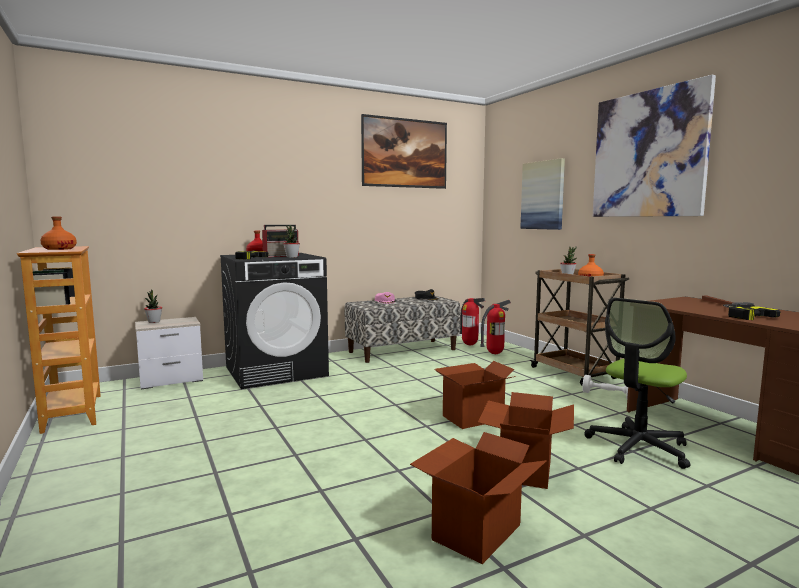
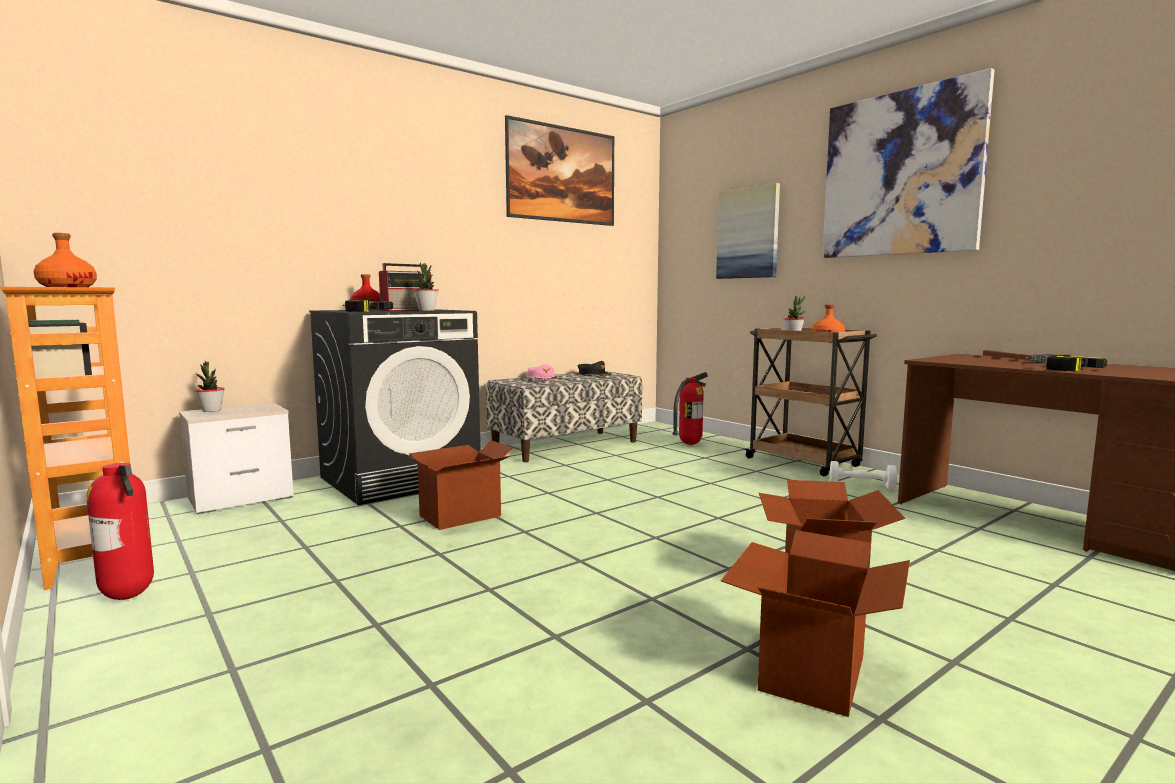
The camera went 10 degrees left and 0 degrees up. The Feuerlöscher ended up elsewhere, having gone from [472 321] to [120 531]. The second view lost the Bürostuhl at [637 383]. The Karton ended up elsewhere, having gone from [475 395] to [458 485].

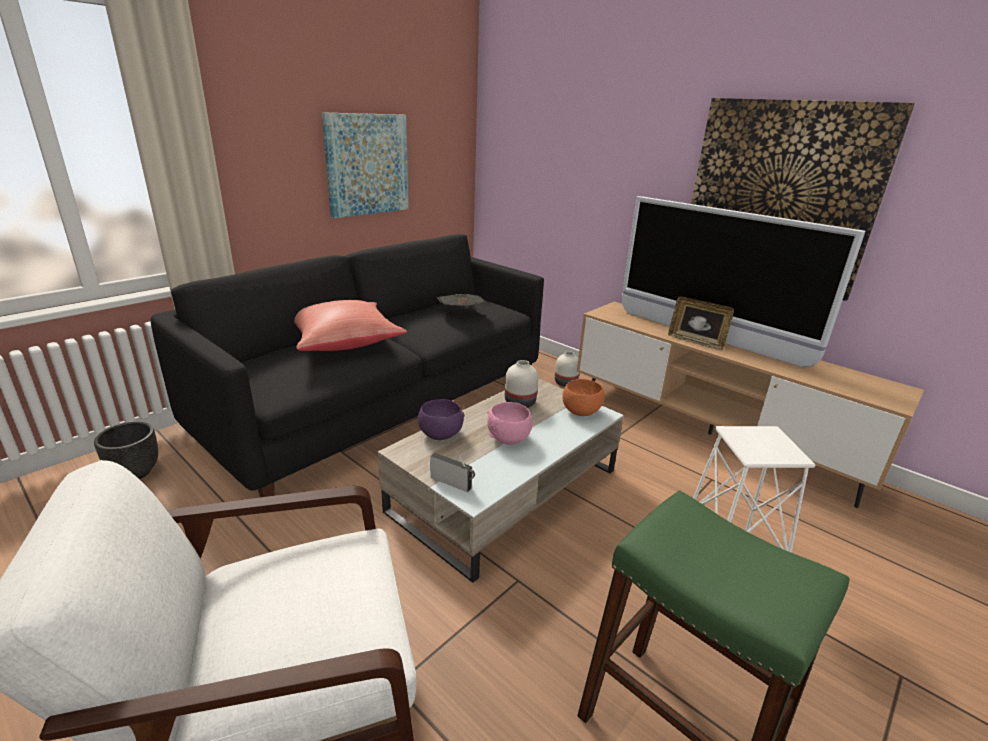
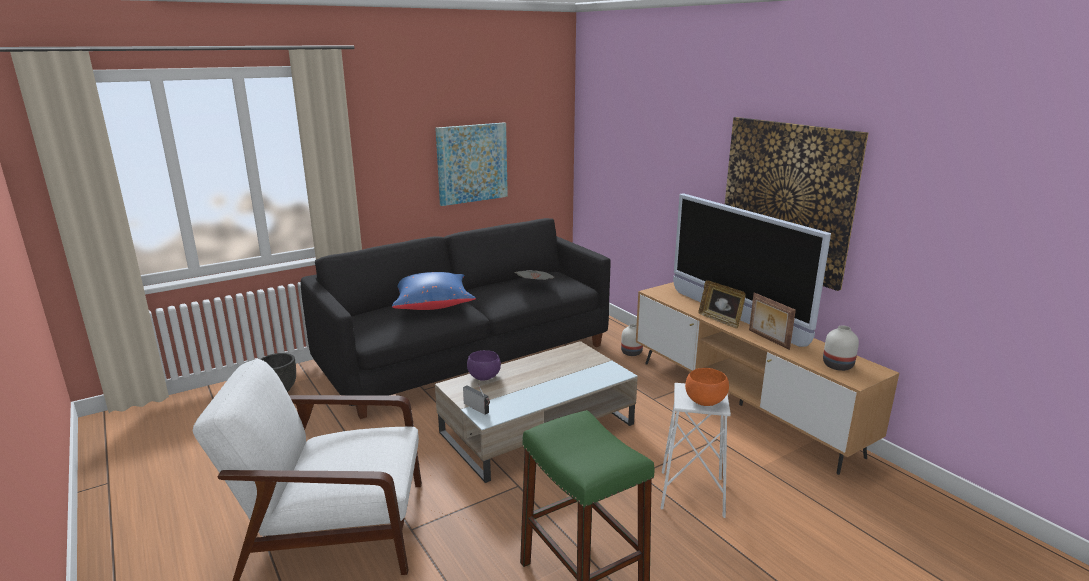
The camera went 15 degrees right and 5 degrees down. What was the Kissen/rot at [350 325] turned into the Kissen/blau at [434 291]. The Vase/weiß ended up elsewhere, having gone from [521 384] to [841 348]. The Schüssel/orange ended up elsewhere, having gone from [583 397] to [707 387]. The second view lost the Schüssel/rosa at [509 423]. The second view gained the Bilderrahmen at [772 321].

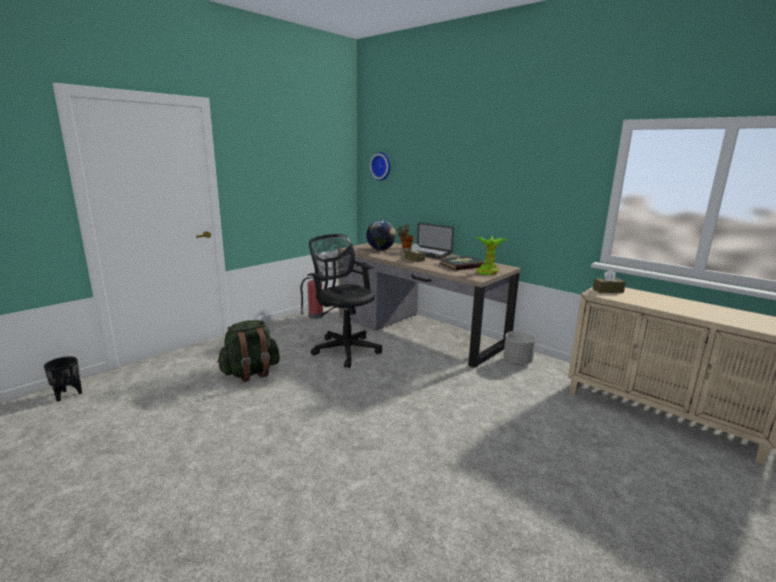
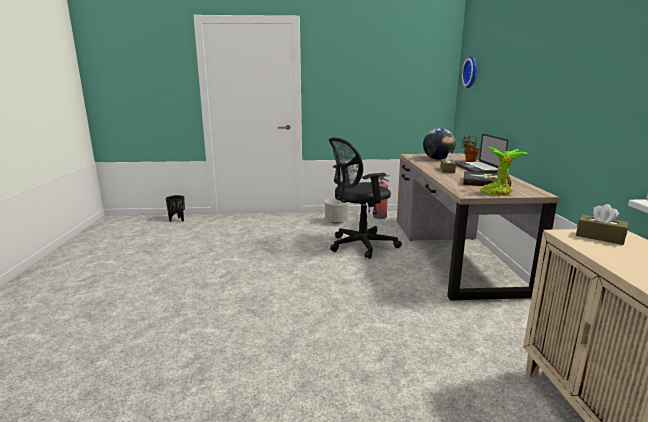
The camera went 45 degrees right and 0 degrees up. The Bürostuhl/schwarz at [344 301] ended up facing another way, 120 degrees counterclockwise from before. The second view lost the Rucksack/grün at [248 351]. The Pflanzkübel/grau ended up elsewhere, having gone from [519 348] to [336 211].

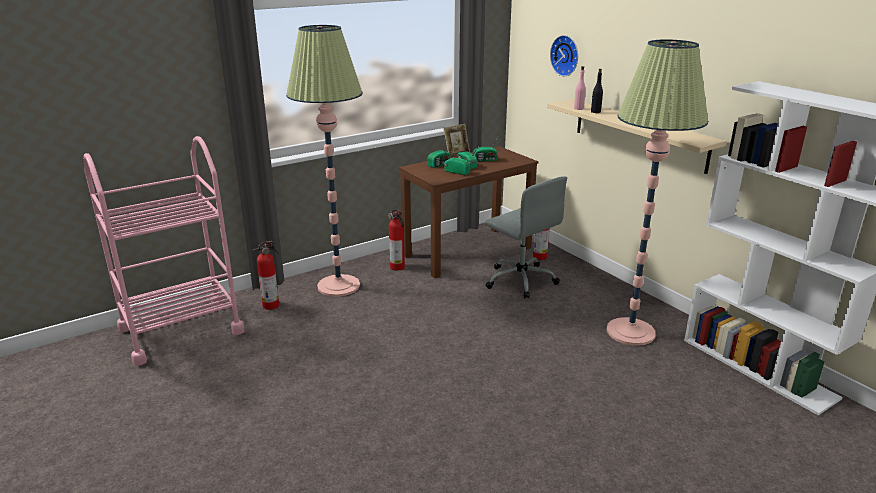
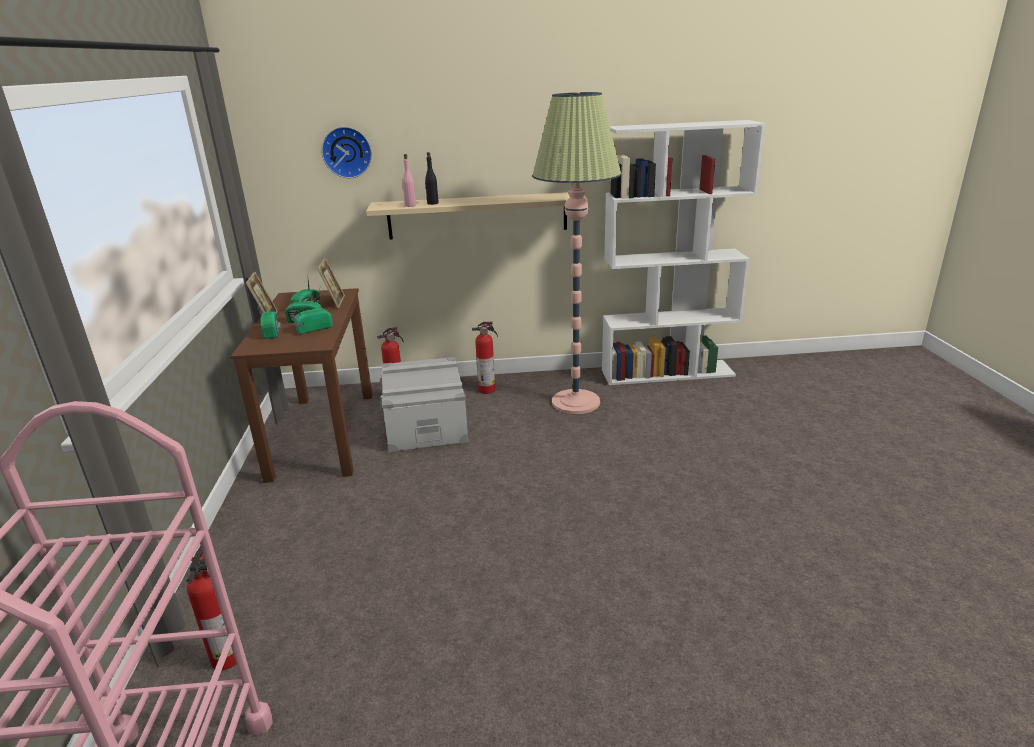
The camera went 60 degrees left and 0 degrees up. The second view lost the Stehlampe at [324 161]. Where the Bürostuhl/grau stood at [525 237], the Aufbewahrungsbox/grau came to stand at [424 404]. The Feuerlöscher ended up elsewhere, having gone from [396 240] to [485 358]. The second view gained the Bilderrahmen at [331 283].

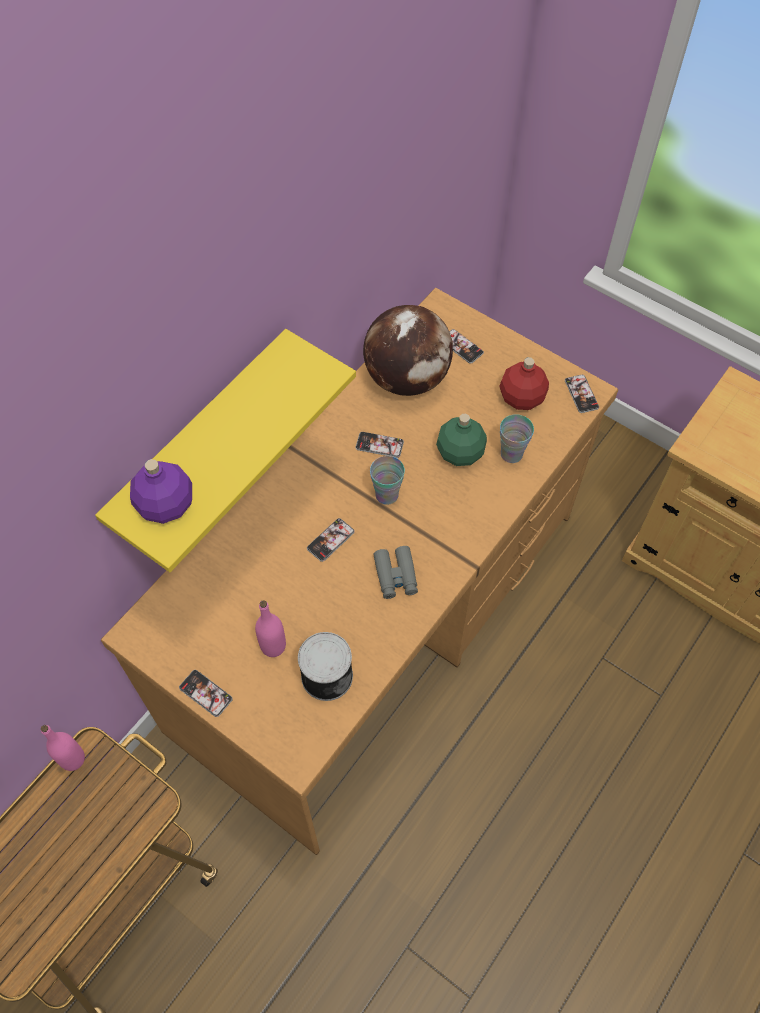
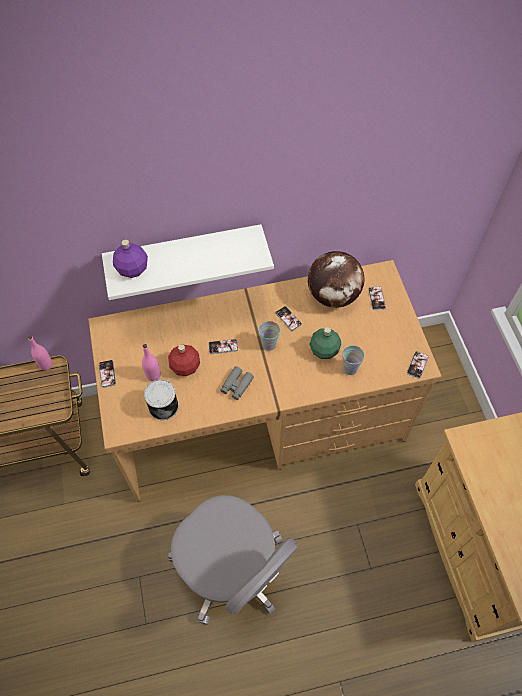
The camera went 40 degrees right and 0 degrees up. What was the Wandregal/gelb at [225 450] turned into the Wandregal/weiß at [188 262]. The Flasche/rot ended up elsewhere, having gone from [524 383] to [184 360]. The second view gained the Bürostuhl/grau at [233 560].

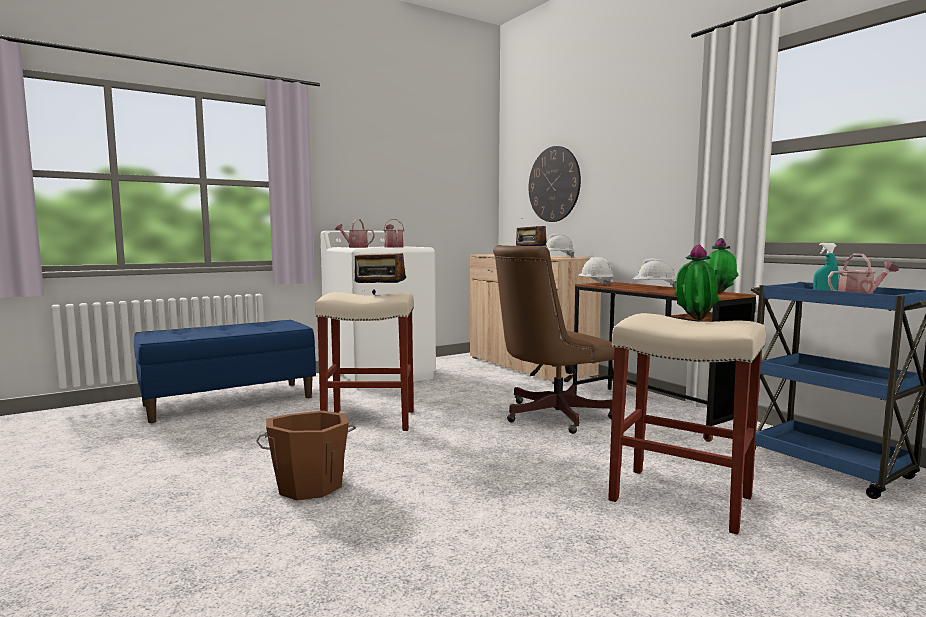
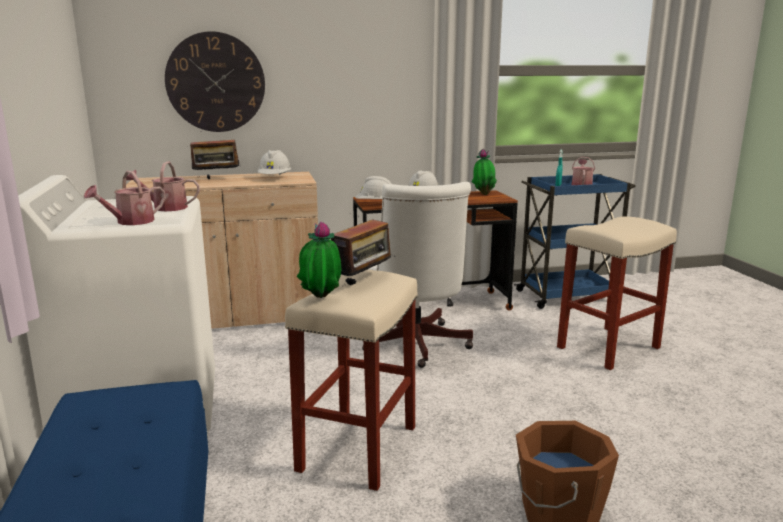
The camera went 70 degrees left and 10 degrees up. The Topfpflanze ended up elsewhere, having gone from [696 282] to [319 260]. What was the Bürostuhl/braun at [554 339] turned into the Bürostuhl/weiß at [417 275].

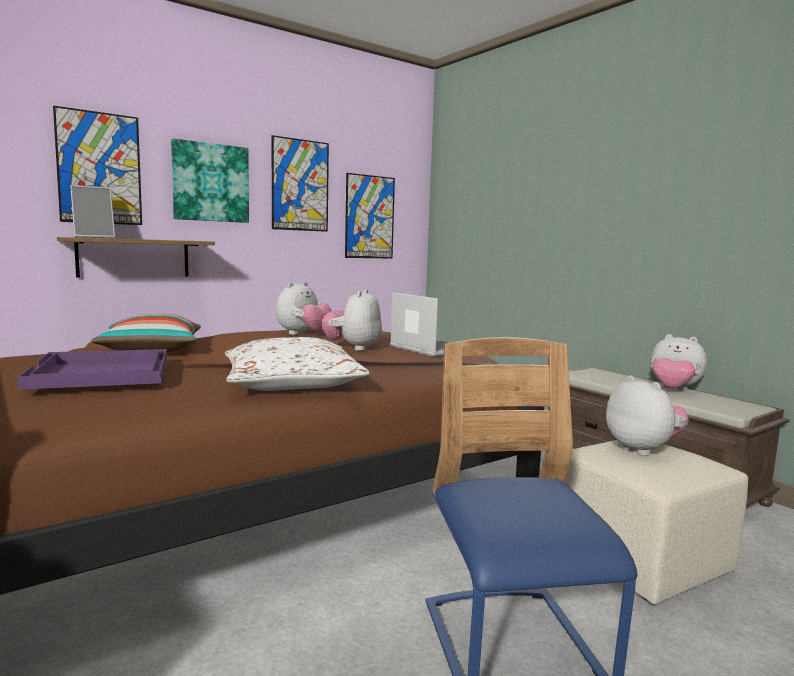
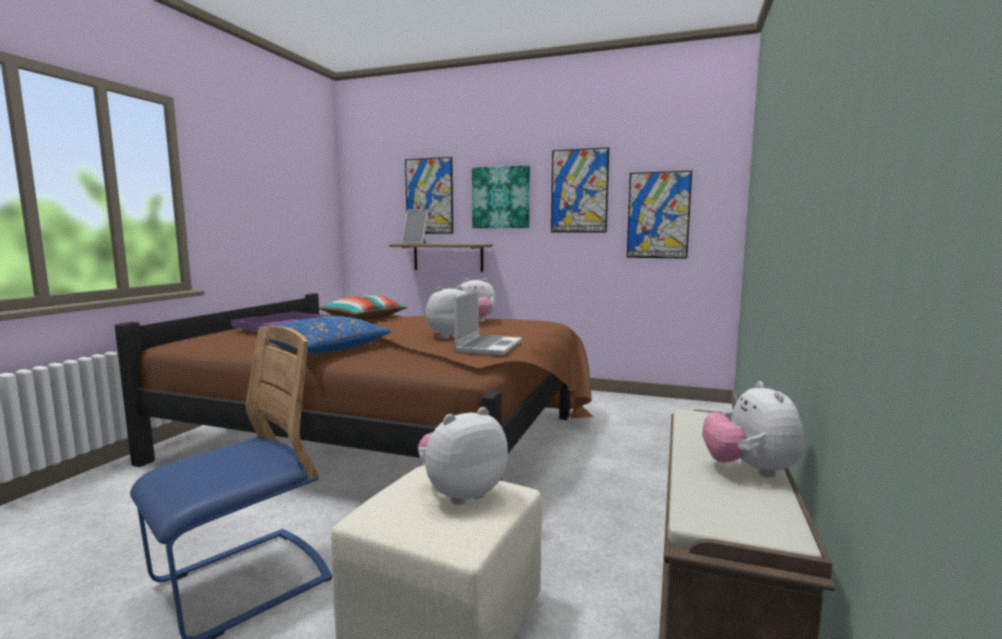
The camera went 55 degrees right and 0 degrees up. What was the Kissen/weiß at [297 363] turned into the Kissen/blau at [323 335]. The Plüschtier at [647 415] ended up facing another way, 150 degrees counterclockwise from before.

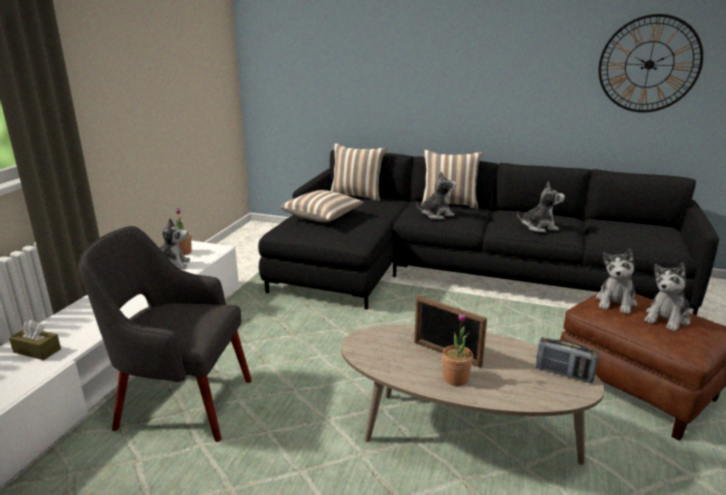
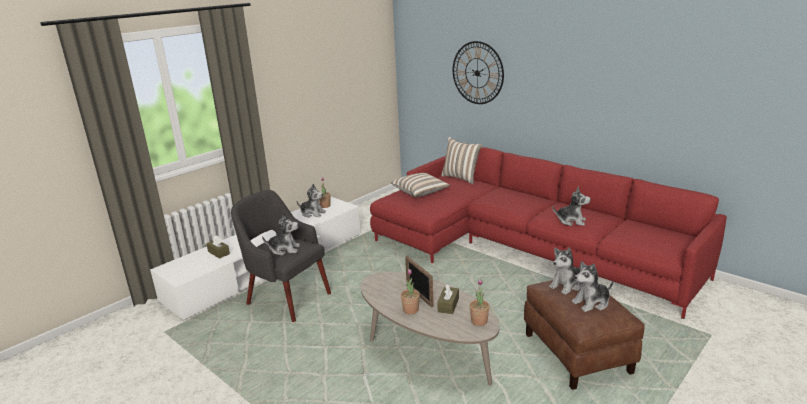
The camera went 25 degrees right and 0 degrees up. The Wanduhr ended up elsewhere, having gone from [651 63] to [478 72]. What was the Sofa/schwarz at [488 233] turned into the Sofa/rot at [548 233]. The second view lost the Kissen at [452 179]. The Plüschtier ended up elsewhere, having gone from [436 195] to [281 234]. Where the Radio stood at [567 360], the Topfpflanze came to stand at [480 302]. The second view gained the Taschentuchbox/braun at [448 299].

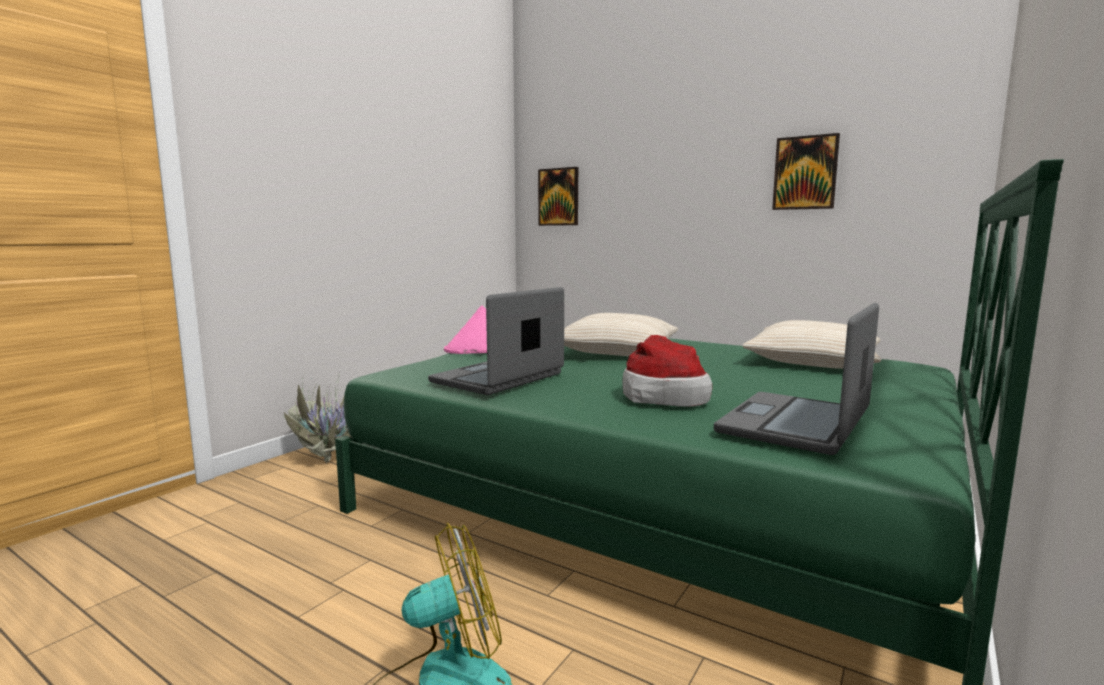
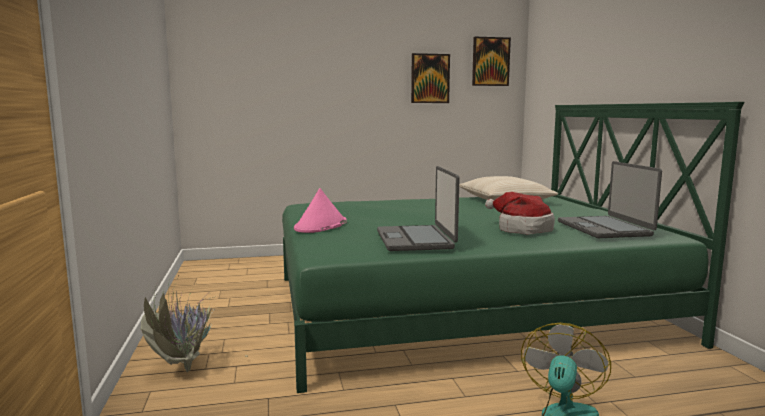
The camera went 45 degrees left and 0 degrees up. The Bild ended up elsewhere, having gone from [558 196] to [491 61]. The second view lost the Kissen/beige at [621 334].

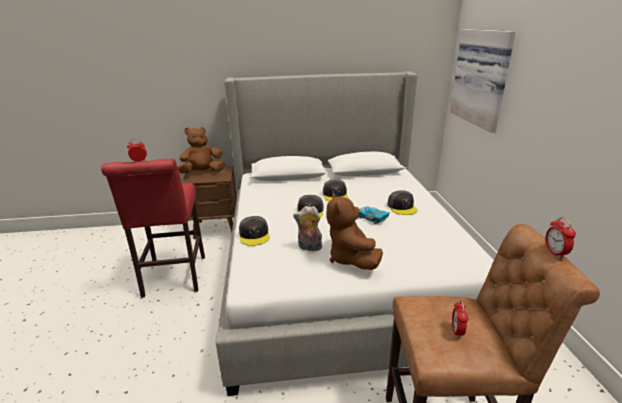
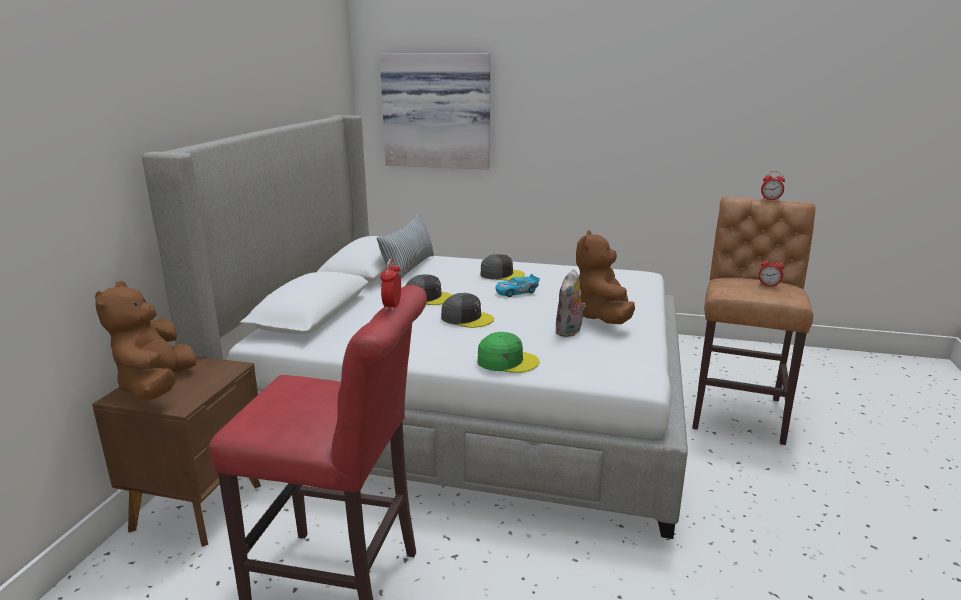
The camera went 70 degrees left and 5 degrees down. The Plüschtier/braun at [355 231] ended up facing another way, 90 degrees clockwise from before. What was the Kappe/grau at [254 231] turned into the Kappe/grün at [508 352]. The second view gained the Kissen at [405 246].

